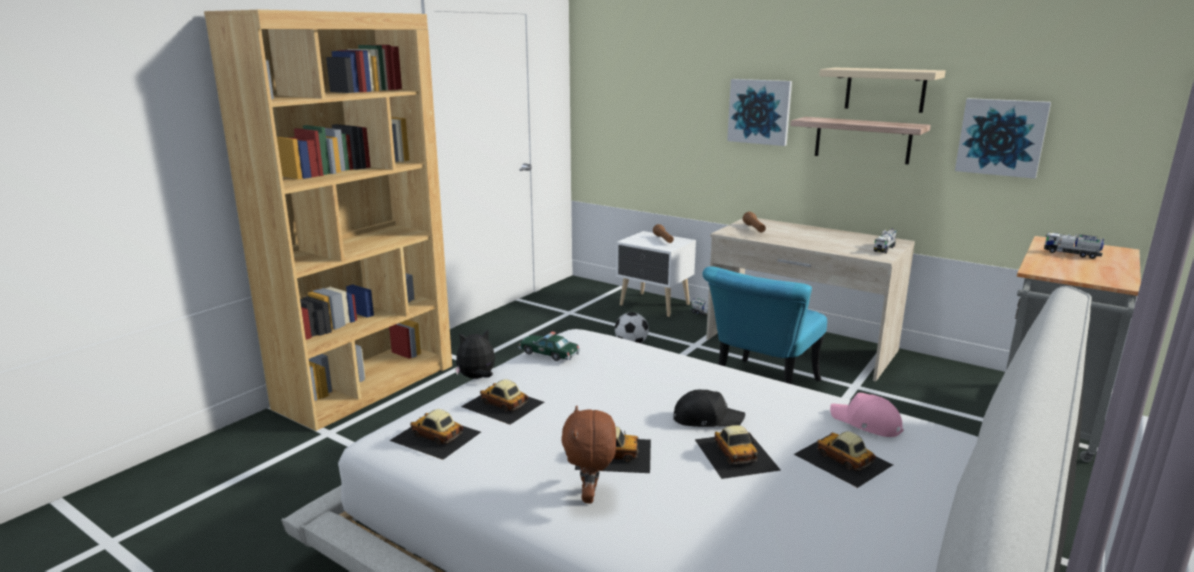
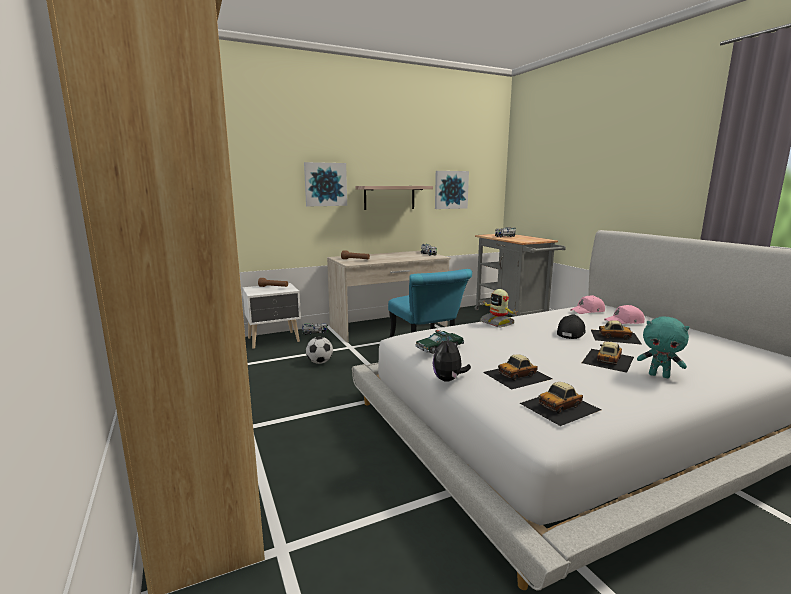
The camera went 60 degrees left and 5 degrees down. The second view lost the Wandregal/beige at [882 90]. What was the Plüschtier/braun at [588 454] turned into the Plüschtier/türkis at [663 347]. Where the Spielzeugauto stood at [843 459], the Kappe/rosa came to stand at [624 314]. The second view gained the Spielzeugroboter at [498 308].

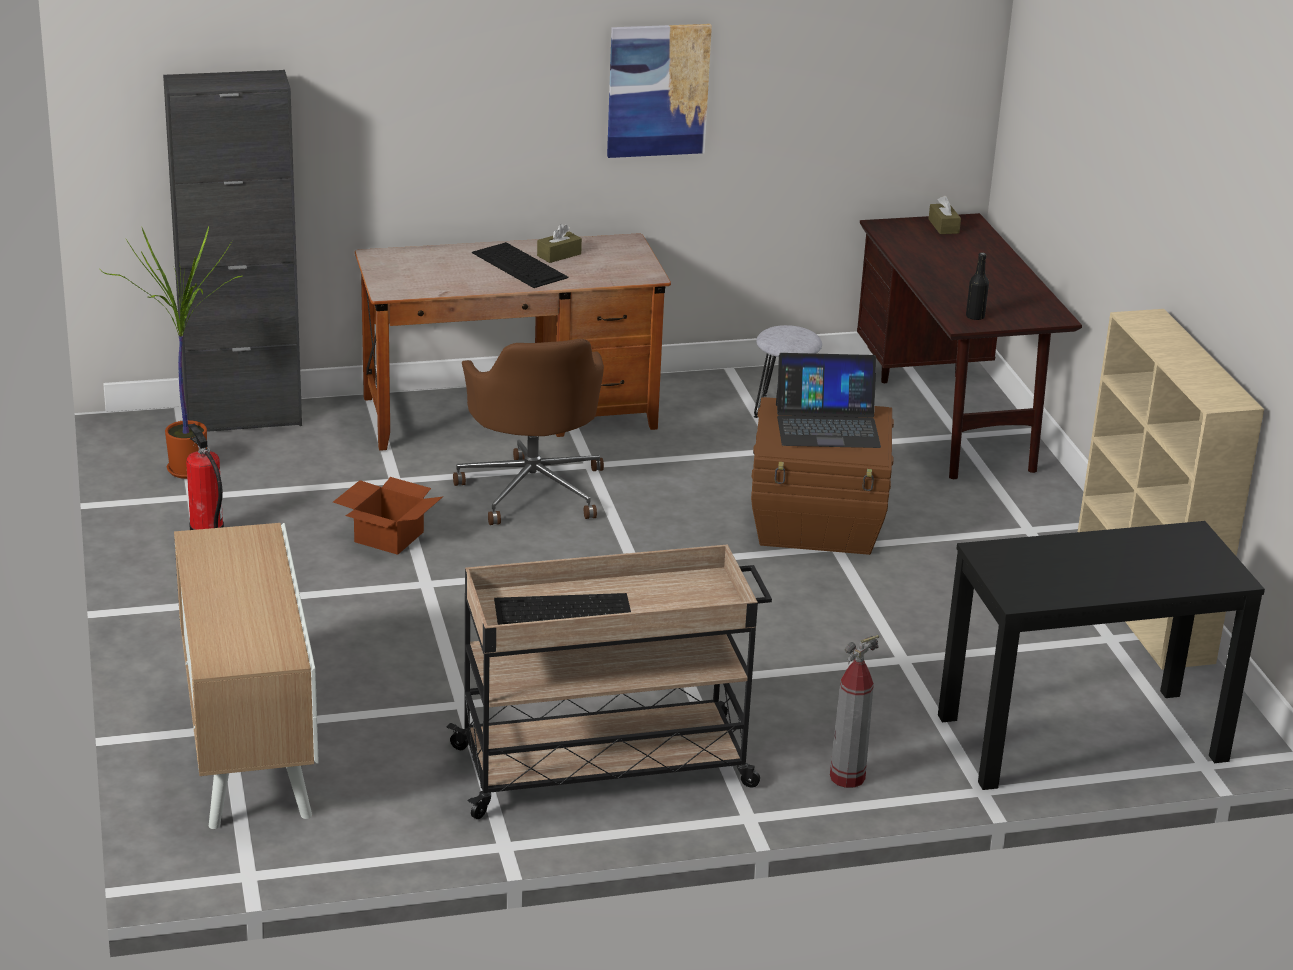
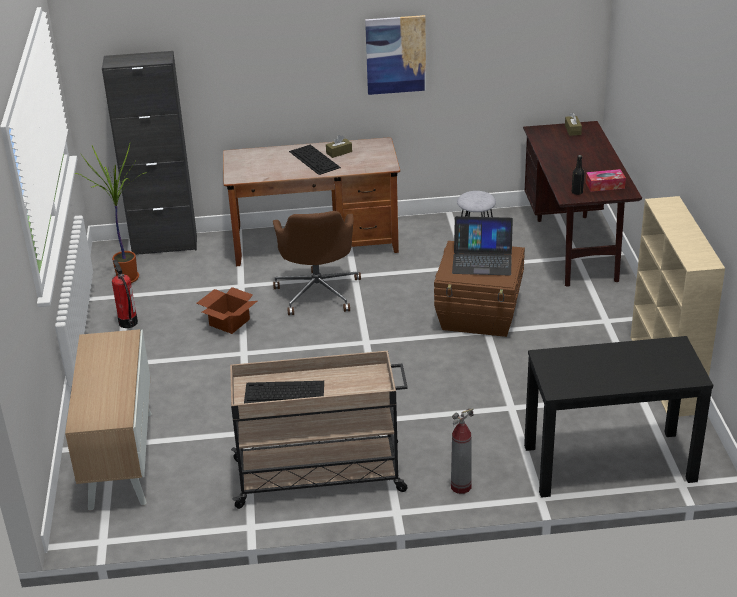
The camera went 10 degrees right and 5 degrees up. The second view gained the Taschentuchbox at [606 180].

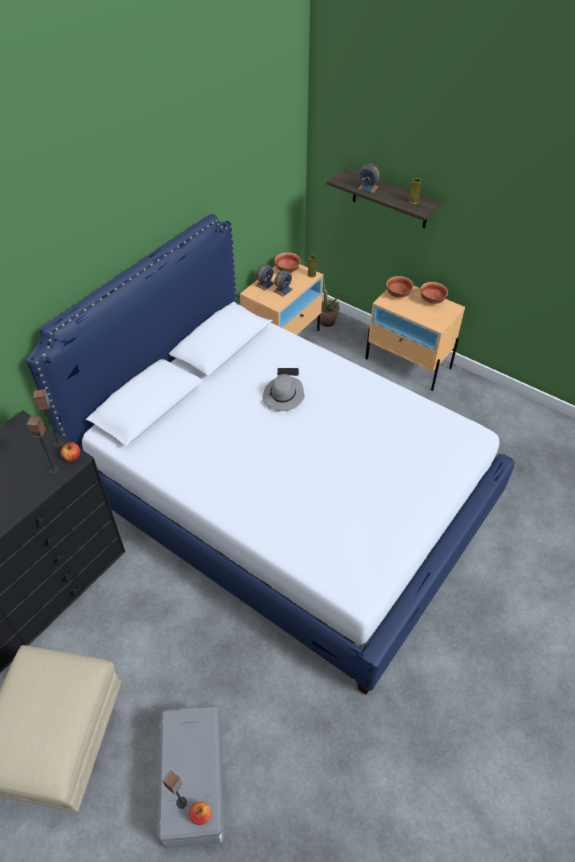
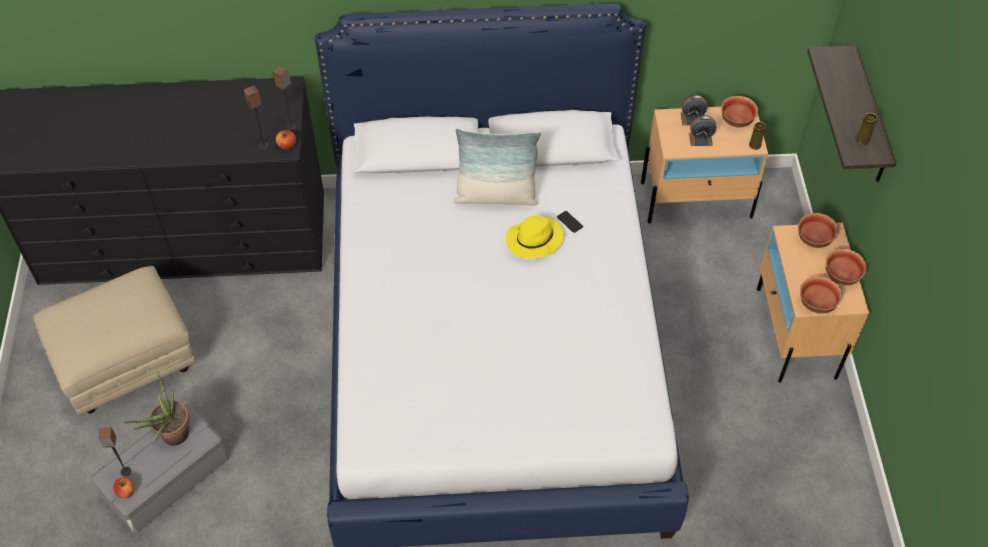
The camera went 50 degrees right and 5 degrees up. The second view lost the Wecker at [369 178]. The Topfpflanze ended up elsewhere, having gone from [332 299] to [156 408]. What was the Hut/grau at [283 392] turned into the Hut/gelb at [535 237]. The second view gained the Kissen at [497 167]. The second view gained the Schüssel at [821 295].

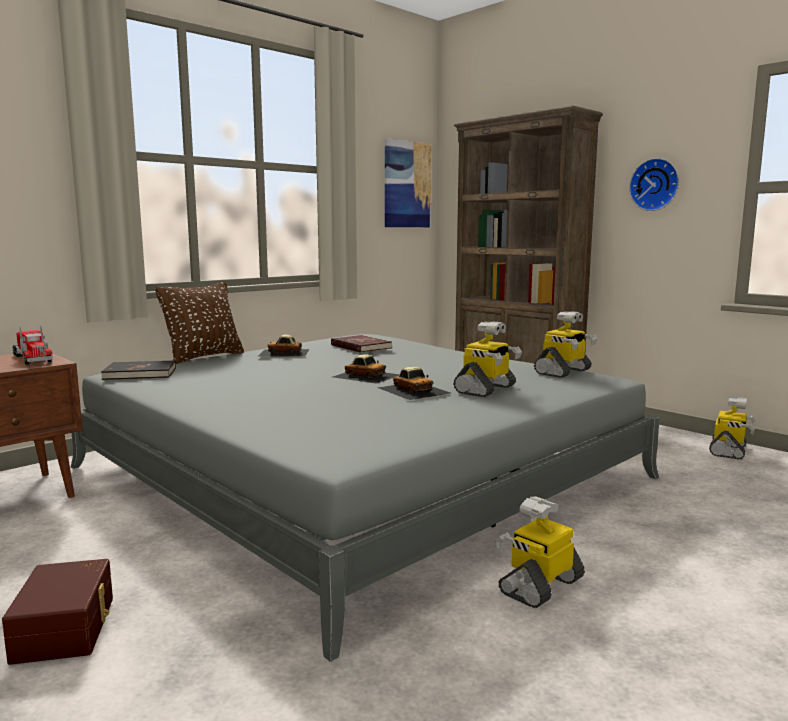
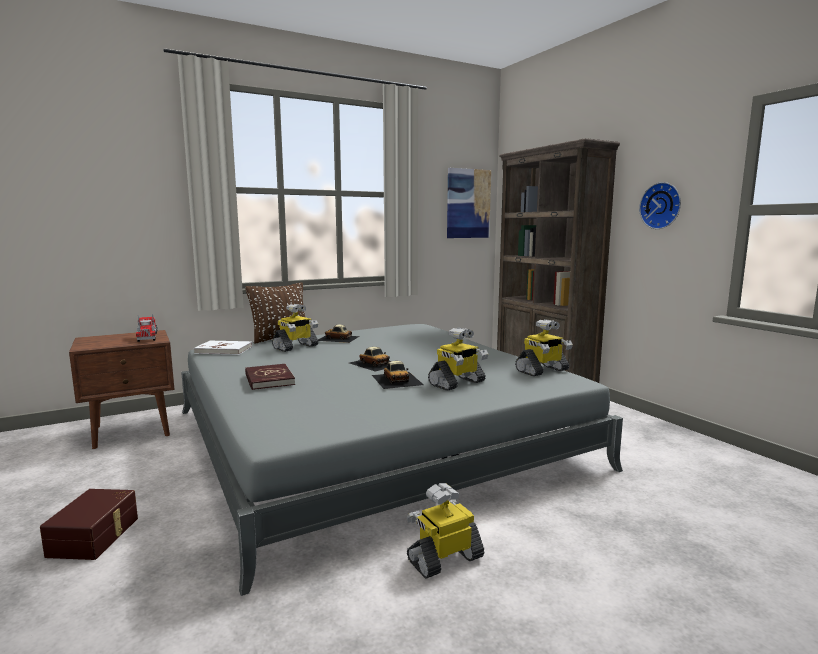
The camera went 15 degrees right and 0 degrees up. The Buch/rot ended up elsewhere, having gone from [361 344] to [270 377]. What was the Buch/schwarz at [138 370] turned into the Buch/weiß at [223 348]. The Spielzeugroboter ended up elsewhere, having gone from [732 428] to [295 328].

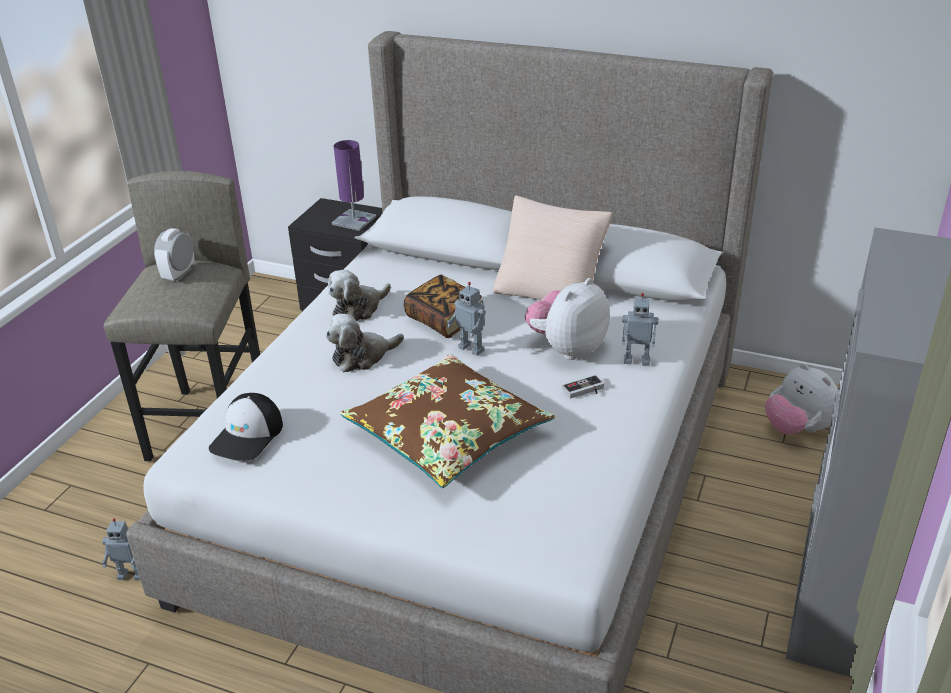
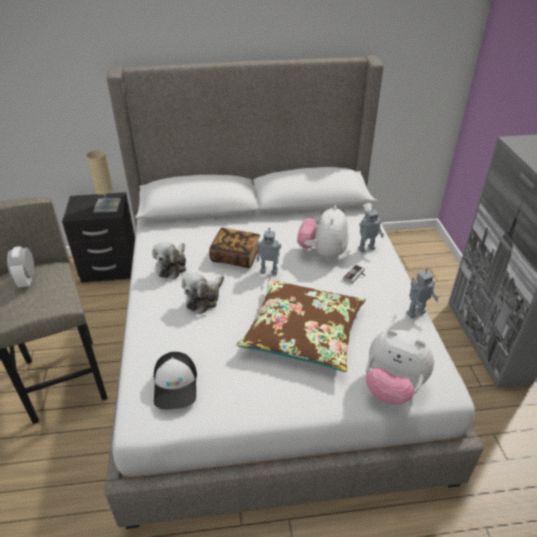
The camera went 30 degrees left and 5 degrees up. What was the Tischlampe/lila at [354 185] turned into the Tischlampe/beige at [103 181]. The second view lost the Kissen/beige at [552 248]. The Plüschtier ended up elsewhere, having gone from [801 398] to [400 367]. The Spielzeugroboter ended up elsewhere, having gone from [121 549] to [422 293].

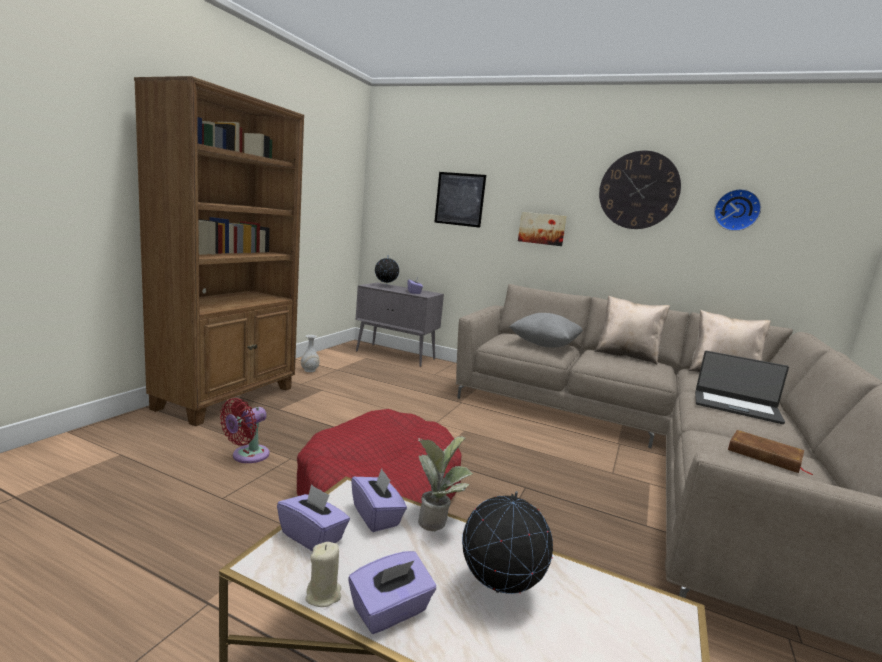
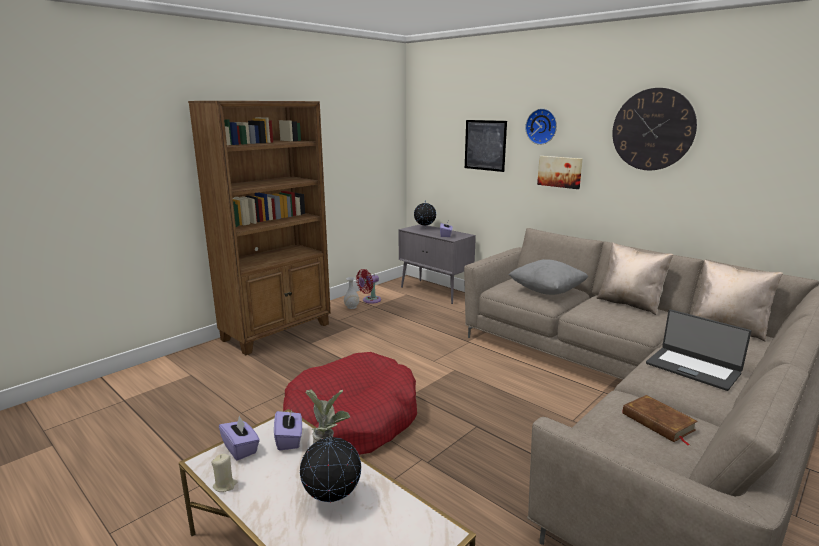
The camera went 20 degrees right and 5 degrees up. The Wanduhr ended up elsewhere, having gone from [737 210] to [541 126]. The Ventilator/rot ended up elsewhere, having gone from [244 430] to [368 286]. The second view lost the Taschentuchbox/lila at [392 592].

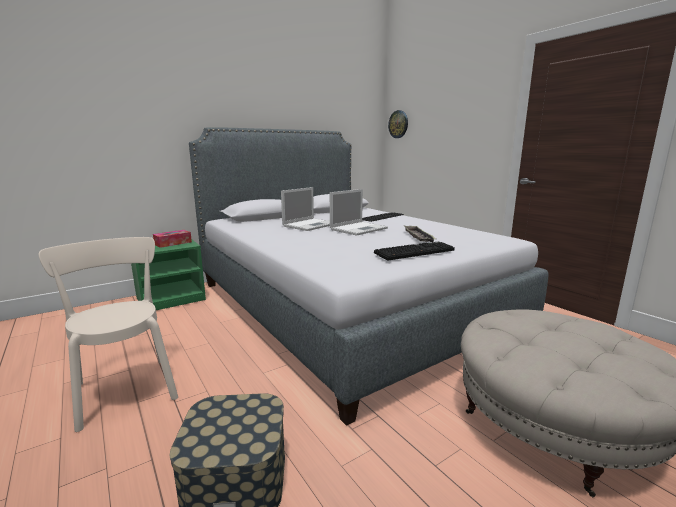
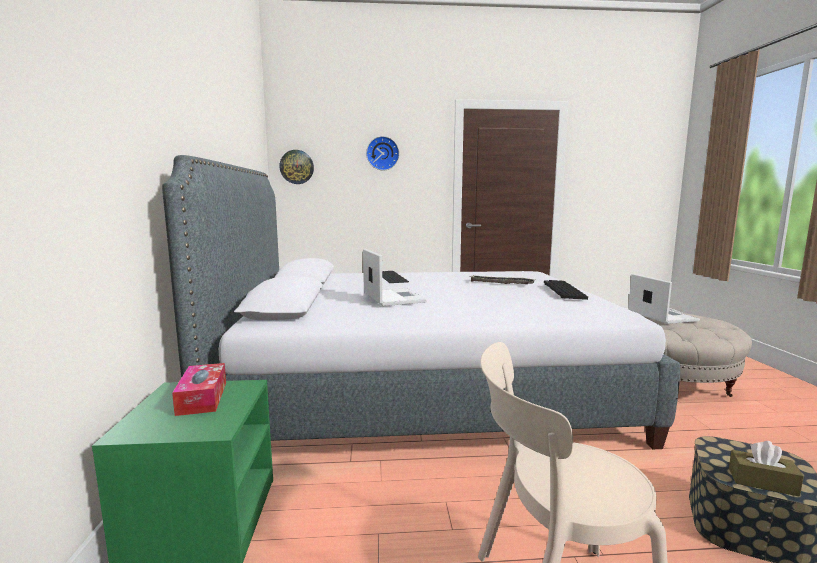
The camera went 60 degrees left and 5 degrees down. The Laptop ended up elsewhere, having gone from [359 212] to [664 299]. The second view gained the Wanduhr at [382 153]. The second view gained the Taschentuchbox/braun at [766 468].

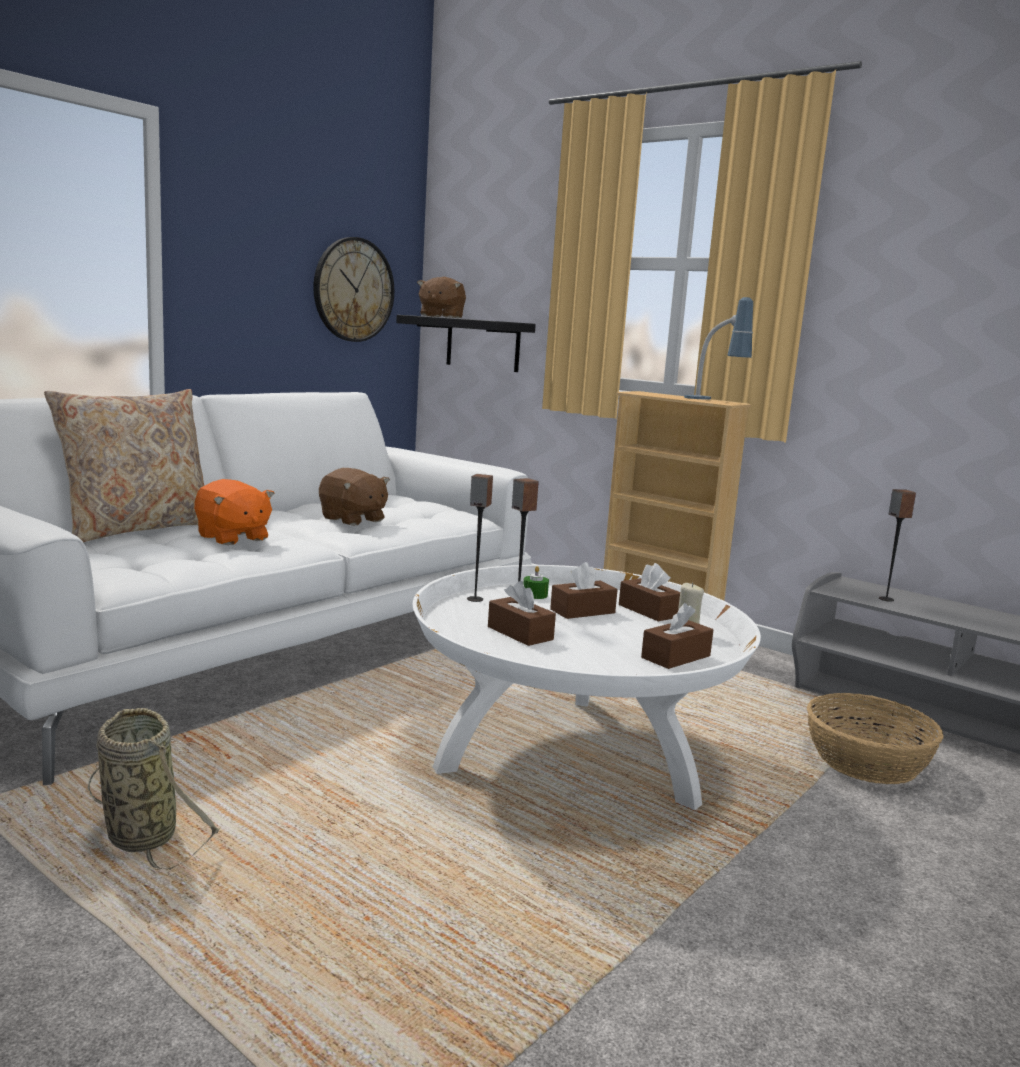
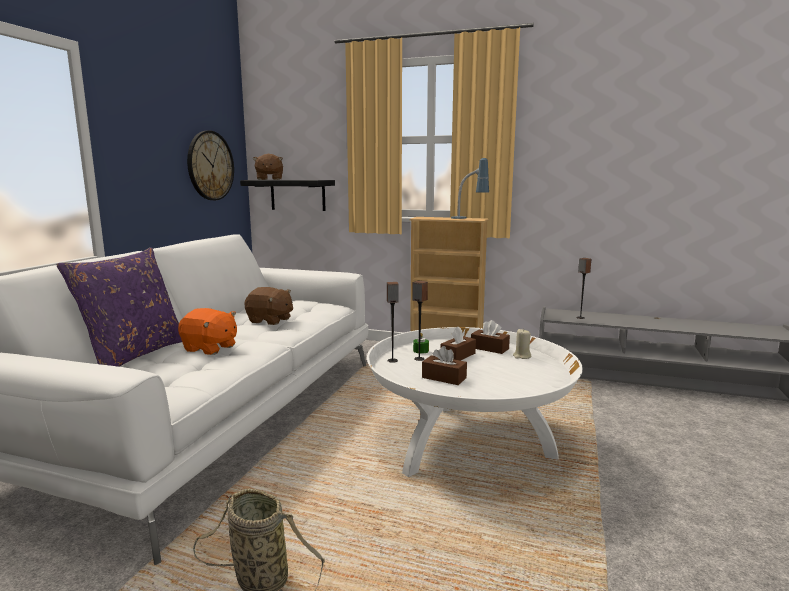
The camera went 20 degrees left and 0 degrees up. What was the Kissen/beige at [124 465] turned into the Kissen/lila at [119 307]. The second view lost the Taschentuchbox/braun at [677 636]. The second view lost the Korb at [875 738].

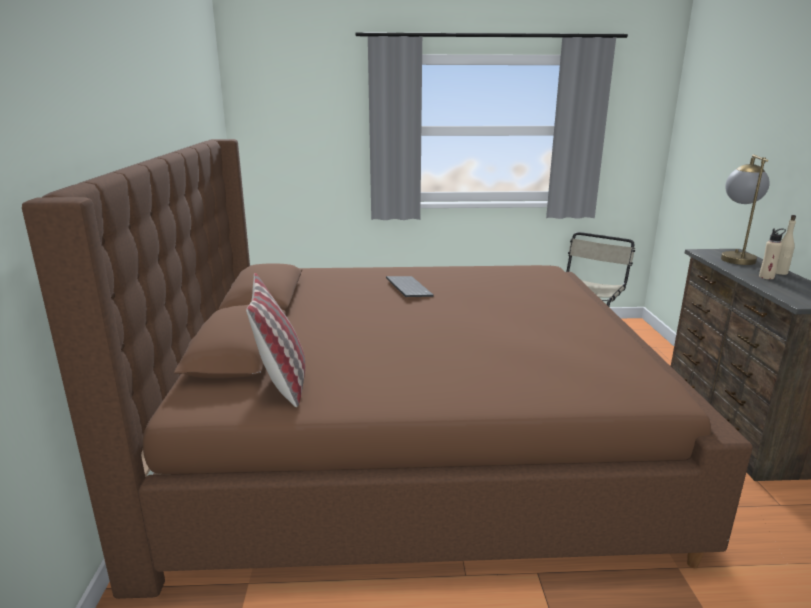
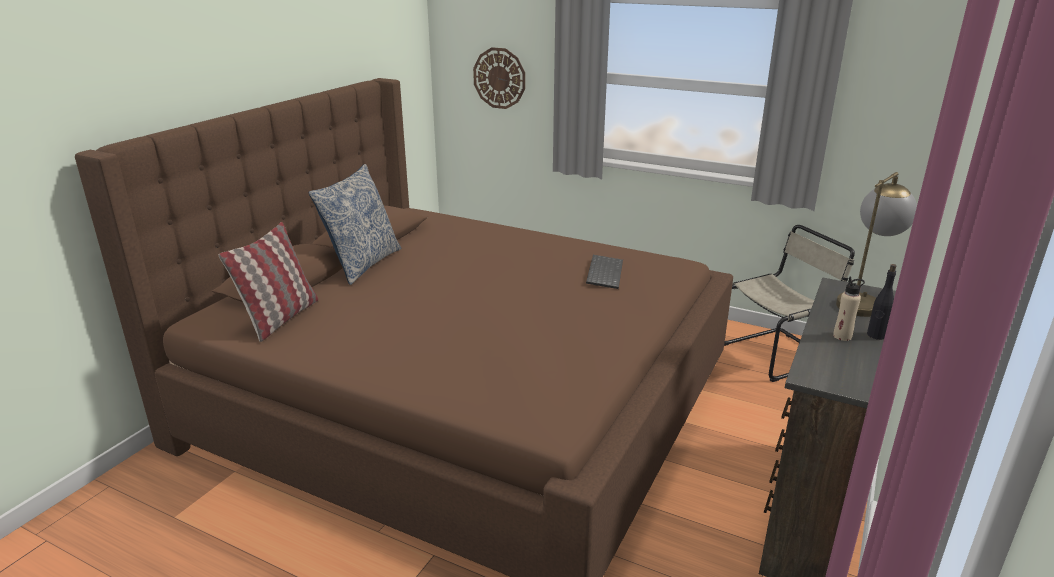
The camera went 30 degrees right and 5 degrees up. What was the Flasche/beige at [786 245] turned into the Flasche/schwarz at [881 302]. The Tastatur ended up elsewhere, having gone from [410 286] to [604 272]. The second view gained the Wanduhr at [499 78]. The second view gained the Kissen at [355 224].

